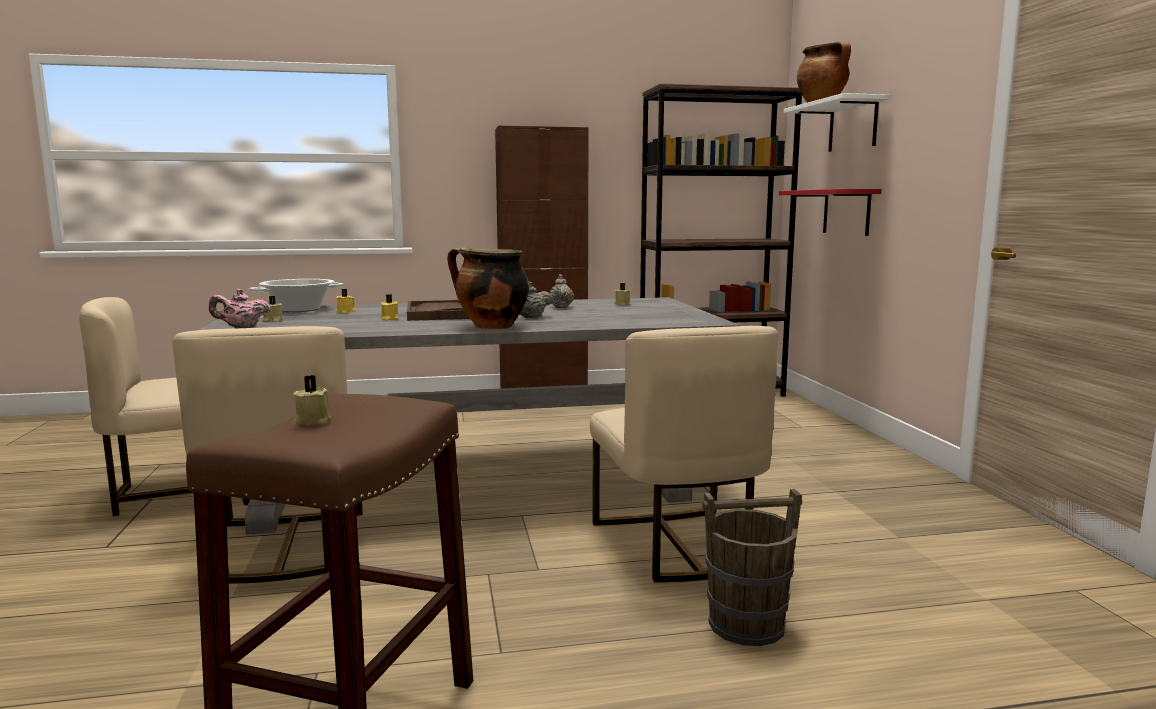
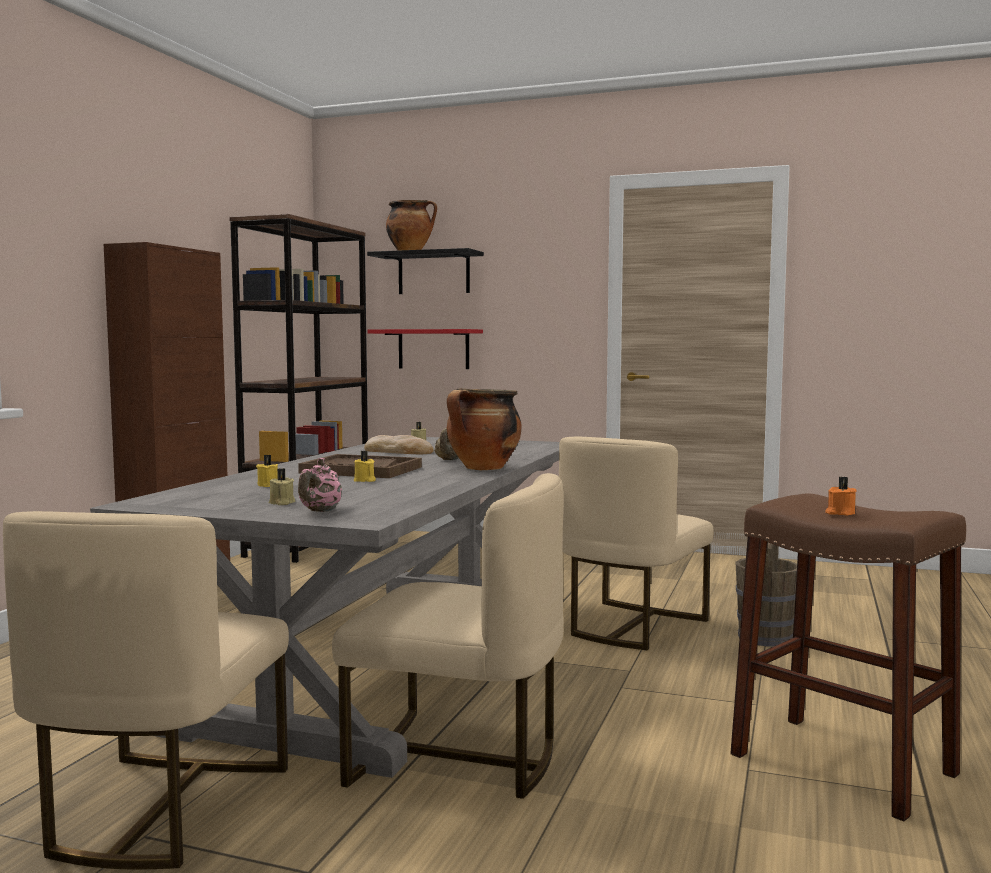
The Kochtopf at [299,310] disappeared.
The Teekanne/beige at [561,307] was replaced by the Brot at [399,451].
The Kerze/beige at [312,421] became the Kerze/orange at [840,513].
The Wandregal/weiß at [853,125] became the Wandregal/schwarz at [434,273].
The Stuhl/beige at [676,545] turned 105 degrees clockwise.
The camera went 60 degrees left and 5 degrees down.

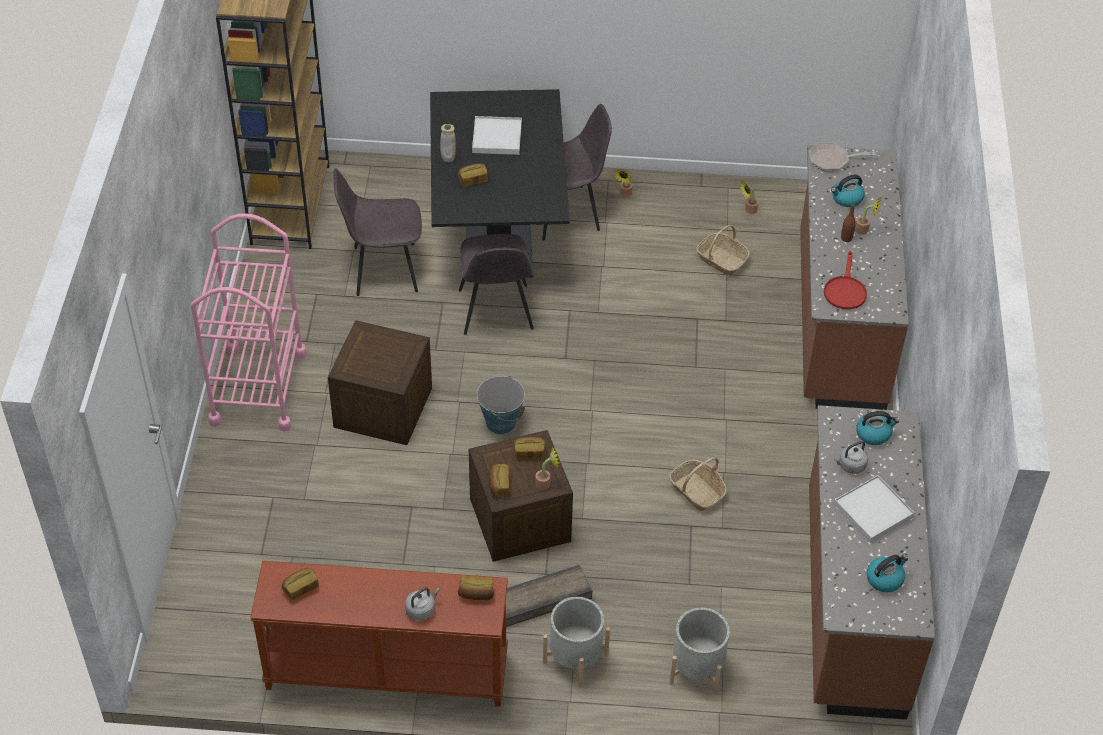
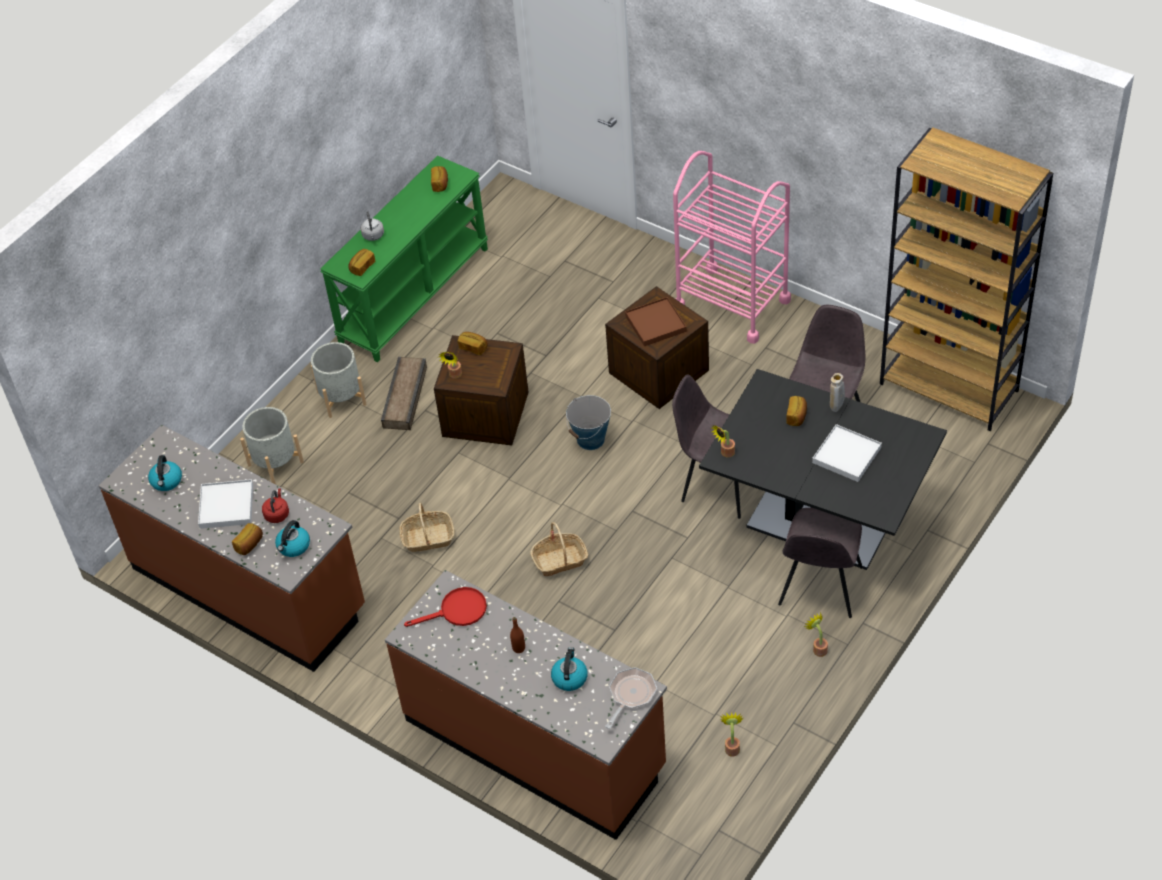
The Tablett/braun at [656,323] appeared.
The Brot moved from [529,453] to [250,545].
The Korb moved from [721,260] to [560,560].
The Topfpflanze moved from [864,230] to [725,453].
The Konsolentisch/braun at [386,672] became the Konsolentisch/grün at [413,294].
The Wasserkessel/grau at [850,466] became the Wasserkessel/rot at [277,514].
The Pfanne/rot at [845,290] turned 120 degrees clockwise.
The camera went 125 degrees right and 0 degrees up.

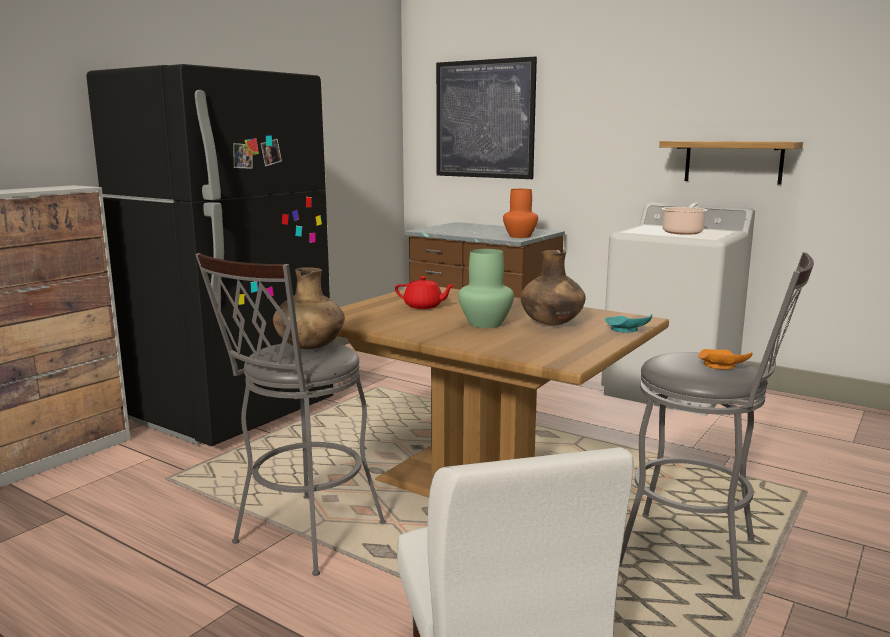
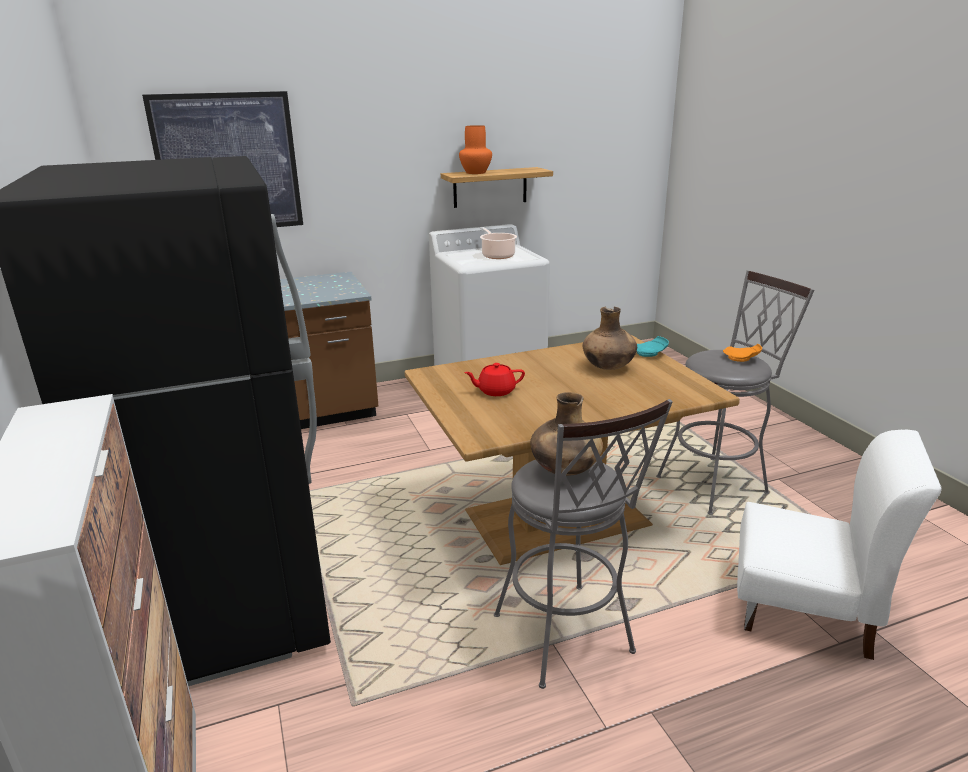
The Vase/grün at [486,323] disappeared.
The Vase/orange moved from [519,236] to [475,172].
The Teekanne/rot at [424,306] turned 150 degrees counterclockwise.
The camera went 55 degrees left and 10 degrees up.

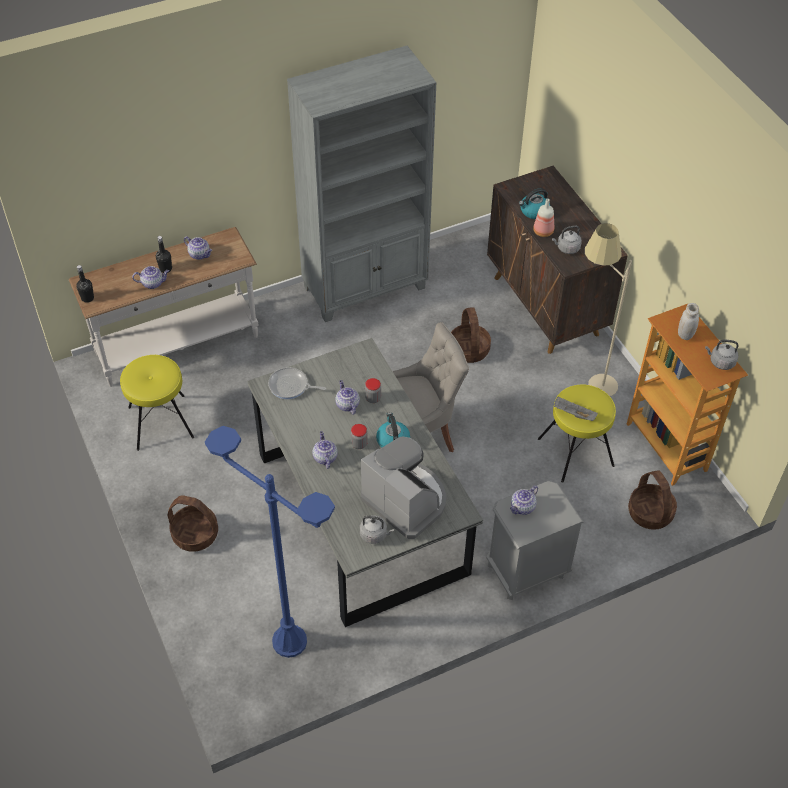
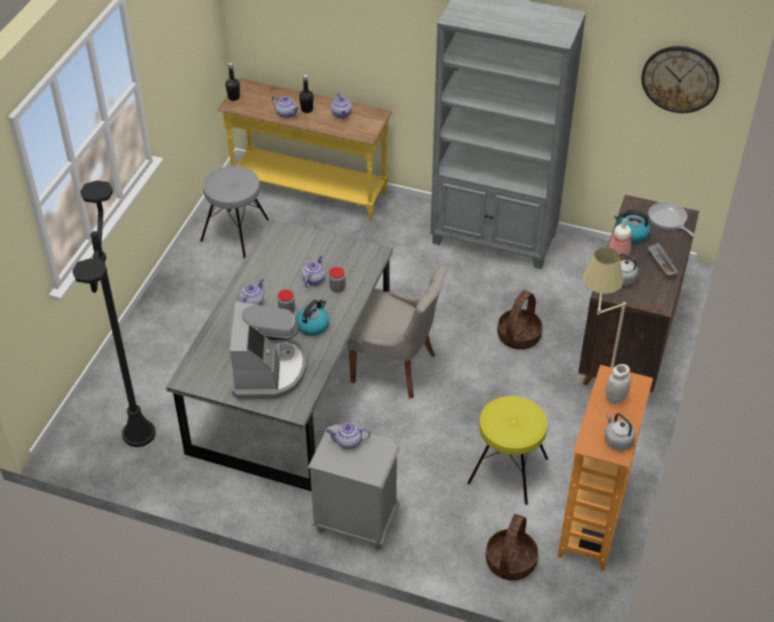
The Korb at [195,534] disappeared.
The Wasserkessel/grau at [375,535] disappeared.
The Wanduhr at [680,79] appeared.
The Pfanne moved from [290,386] to [668,220].
The Tablett/grau moved from [573,414] to [661,265].
The Konsolentisch/weiß at [178,346] became the Konsolentisch/gelb at [309,192].
The Hocker/gelb at [160,422] became the Hocker/grau at [236,233].
The Stehlampe/blau at [289,641] became the Stehlampe/schwarz at [139,434].
The camera went 45 degrees right and 5 degrees down.

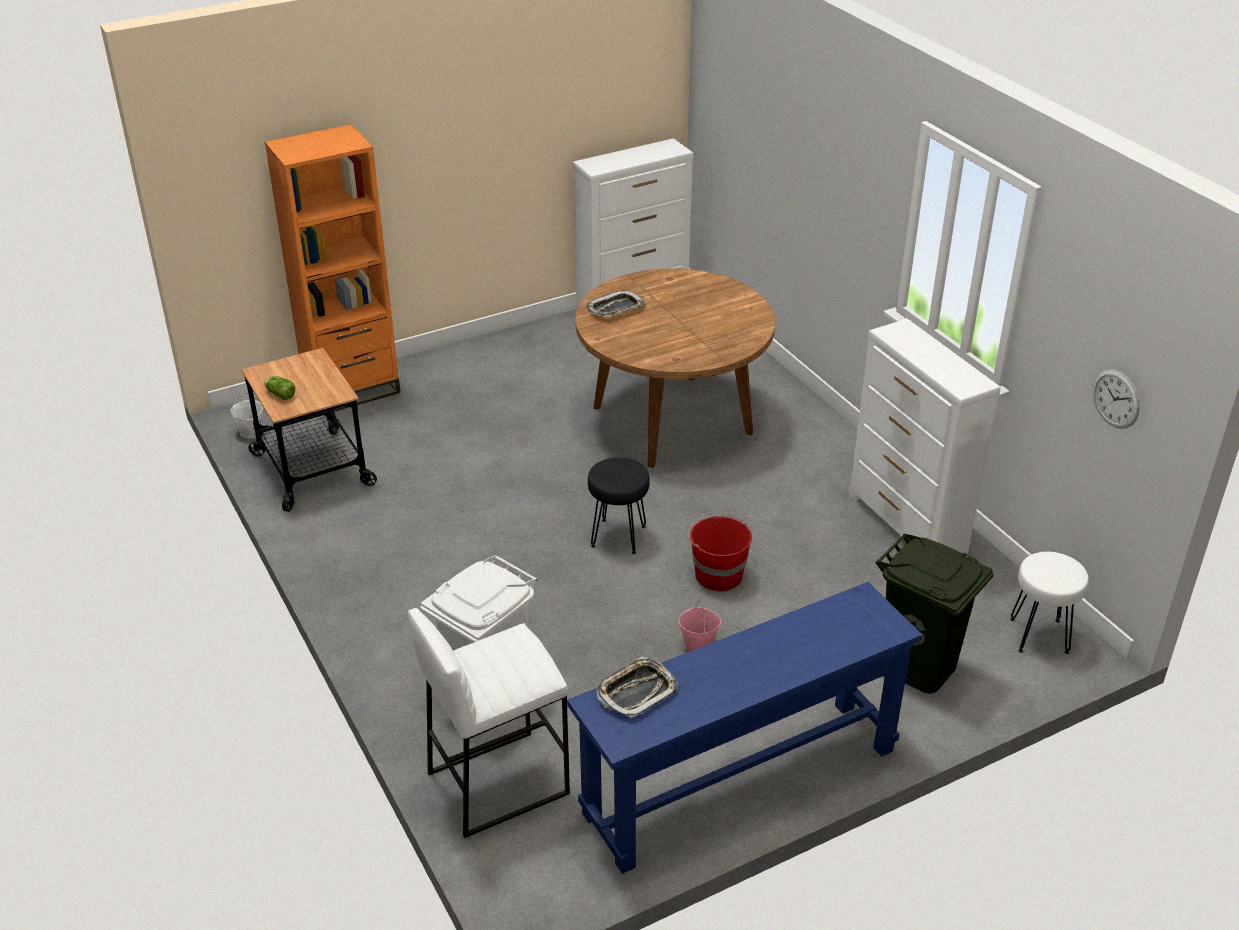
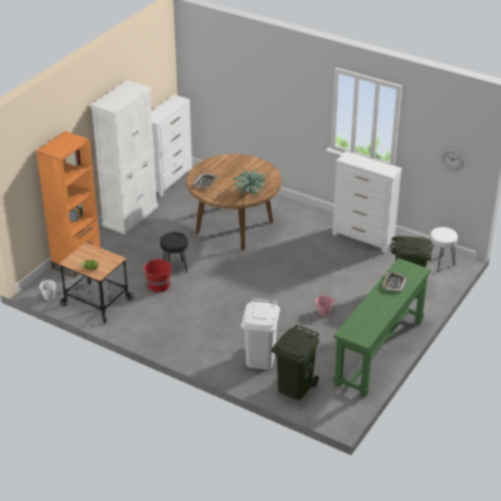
The Schrank/weiß at [130,216] appeared.
The Topfpflanze at [250,193] appeared.
The Hocker/schwarz moved from [619,536] to [175,268].
The Tablett moved from [637,692] to [394,283].
The Eimer/rot moved from [717,575] to [158,285].
The Hocker/weiß at [497,782] was replaced by the Mülleimer/grün at [294,387].
The Konsolentisch/blau at [740,781] became the Konsolentisch/grün at [379,352].
The camera went 30 degrees left and 0 degrees up.

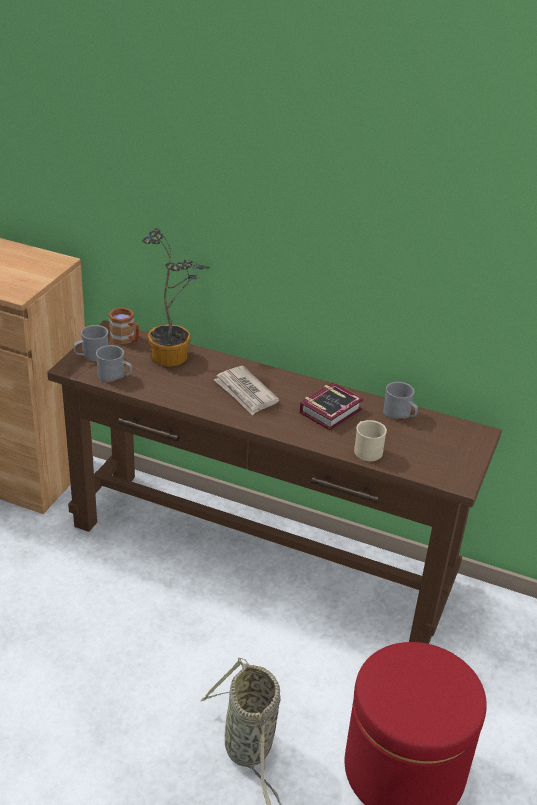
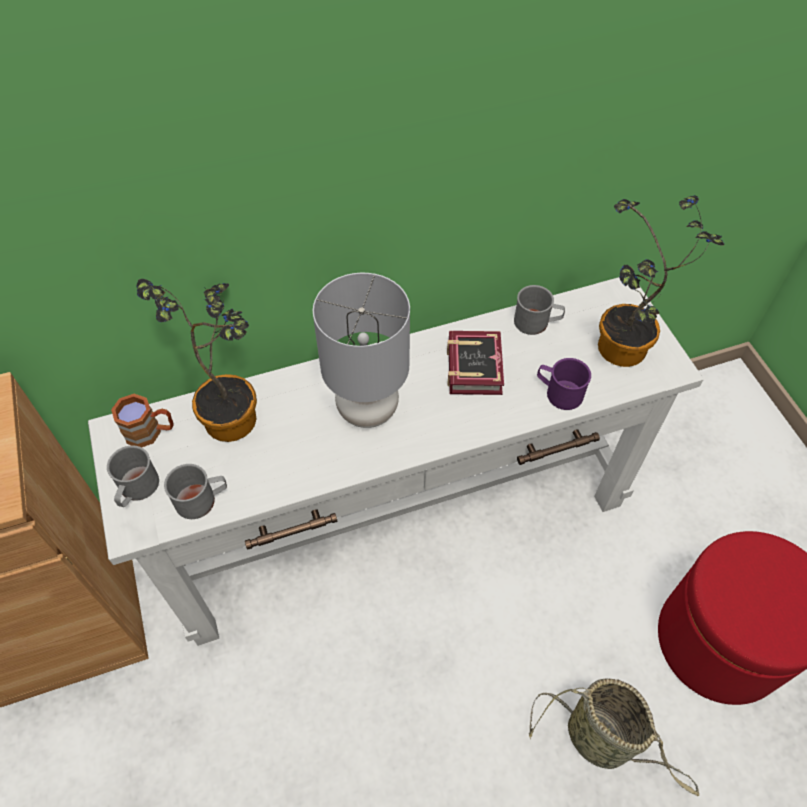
The Topfpflanze at [619,354] appeared.
The Zeitung at [245,393] was replaced by the Tischlampe/grau at [368,409].
The Konsolentisch/braun at [260,553] became the Konsolentisch/weiß at [401,523].
The Henkelbecher/beige at [366,449] became the Henkelbecher/lila at [558,392].
The camera went 40 degrees left and 20 degrees up.

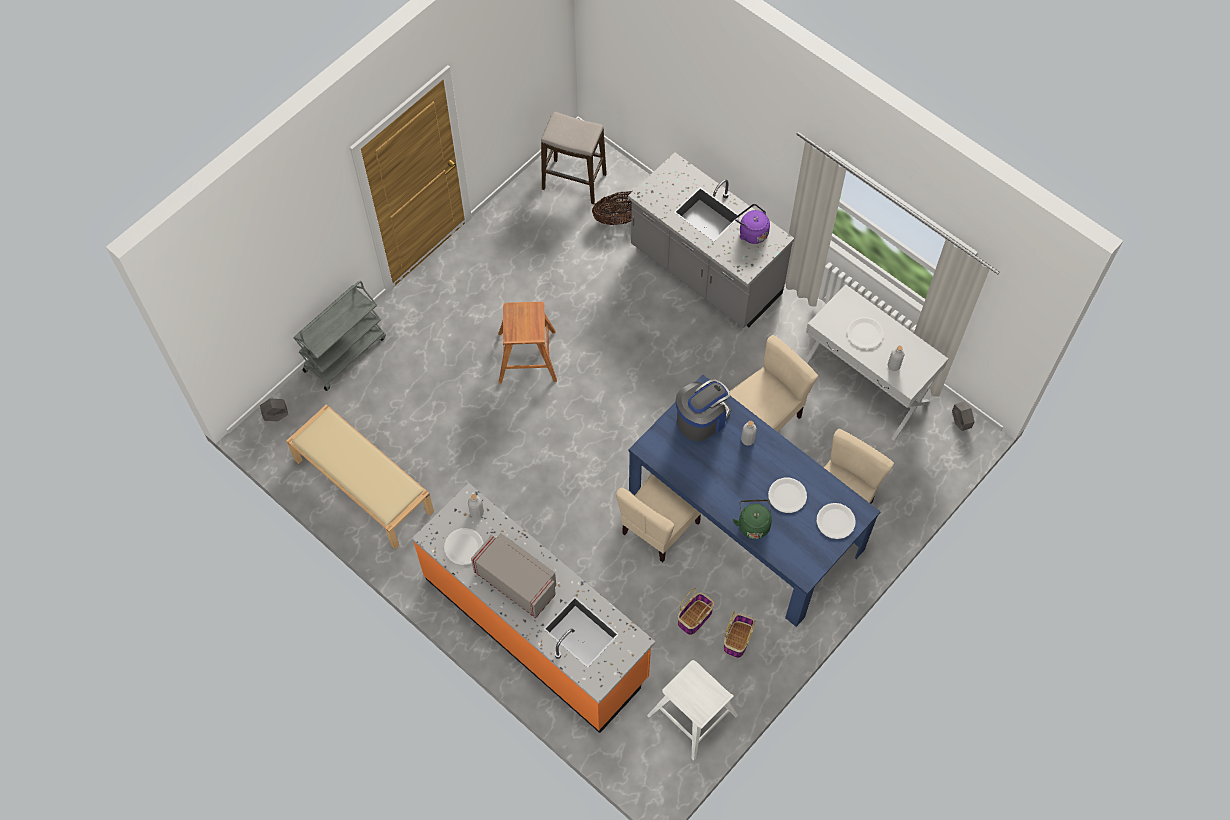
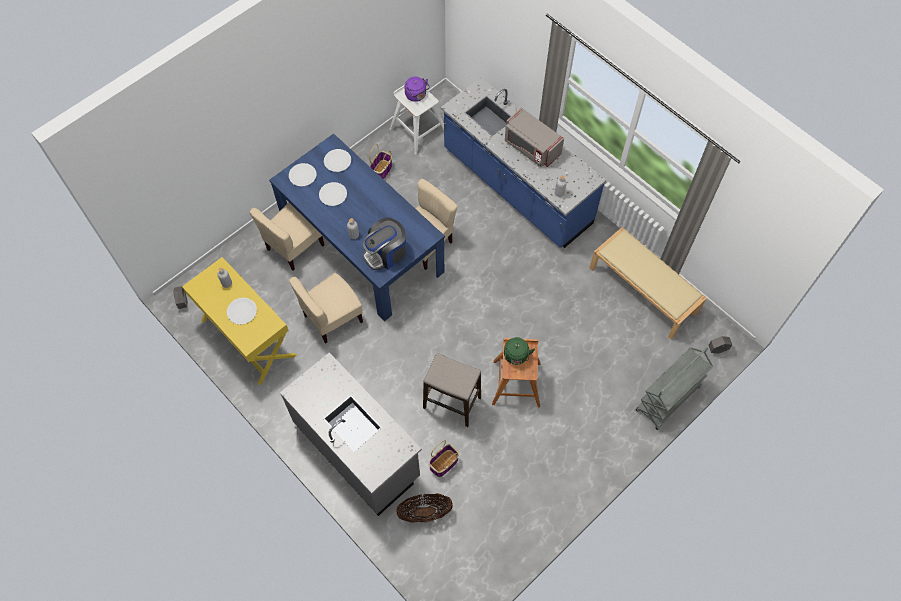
The Teller/weiß moved from [464,547] to [337,161].
The Hocker moved from [574,181] to [452,403].
The Korb moved from [695,617] to [443,464].
The Wasserkessel/grün moved from [753,524] to [516,357].
The Wasserkessel/lila moved from [751,232] to [416,96].
The Küchenzeile/orange at [536,627] became the Küchenzeile/blau at [516,187].
The Konsolentisch/weiß at [864,385] became the Konsolentisch/gelb at [248,338].
The camera went 175 degrees left and 0 degrees up.

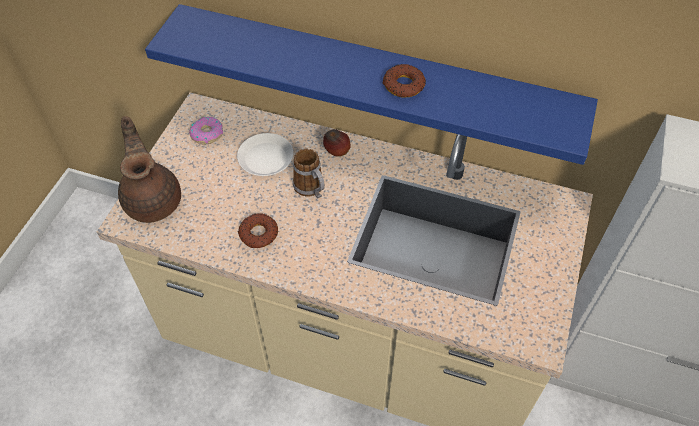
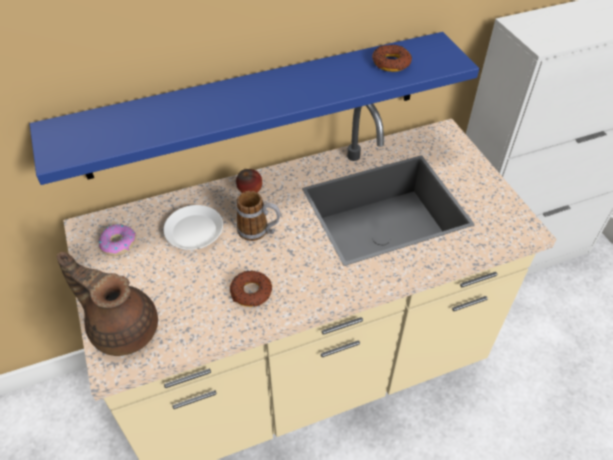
The Donut moved from [403,85] to [391,63].
The camera went 40 degrees left and 5 degrees down.

